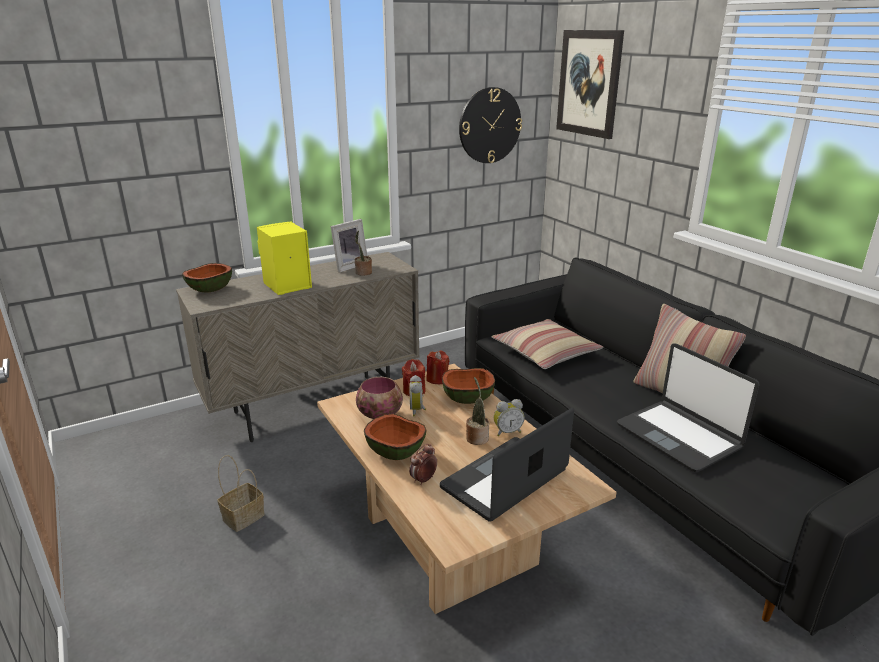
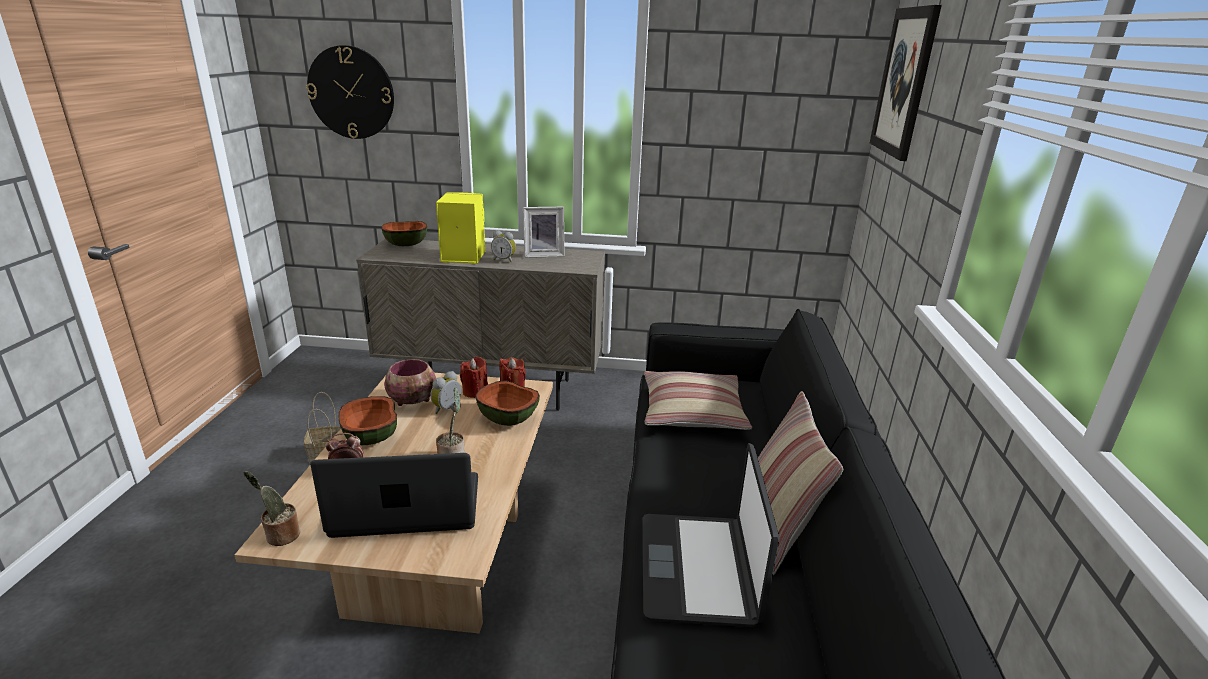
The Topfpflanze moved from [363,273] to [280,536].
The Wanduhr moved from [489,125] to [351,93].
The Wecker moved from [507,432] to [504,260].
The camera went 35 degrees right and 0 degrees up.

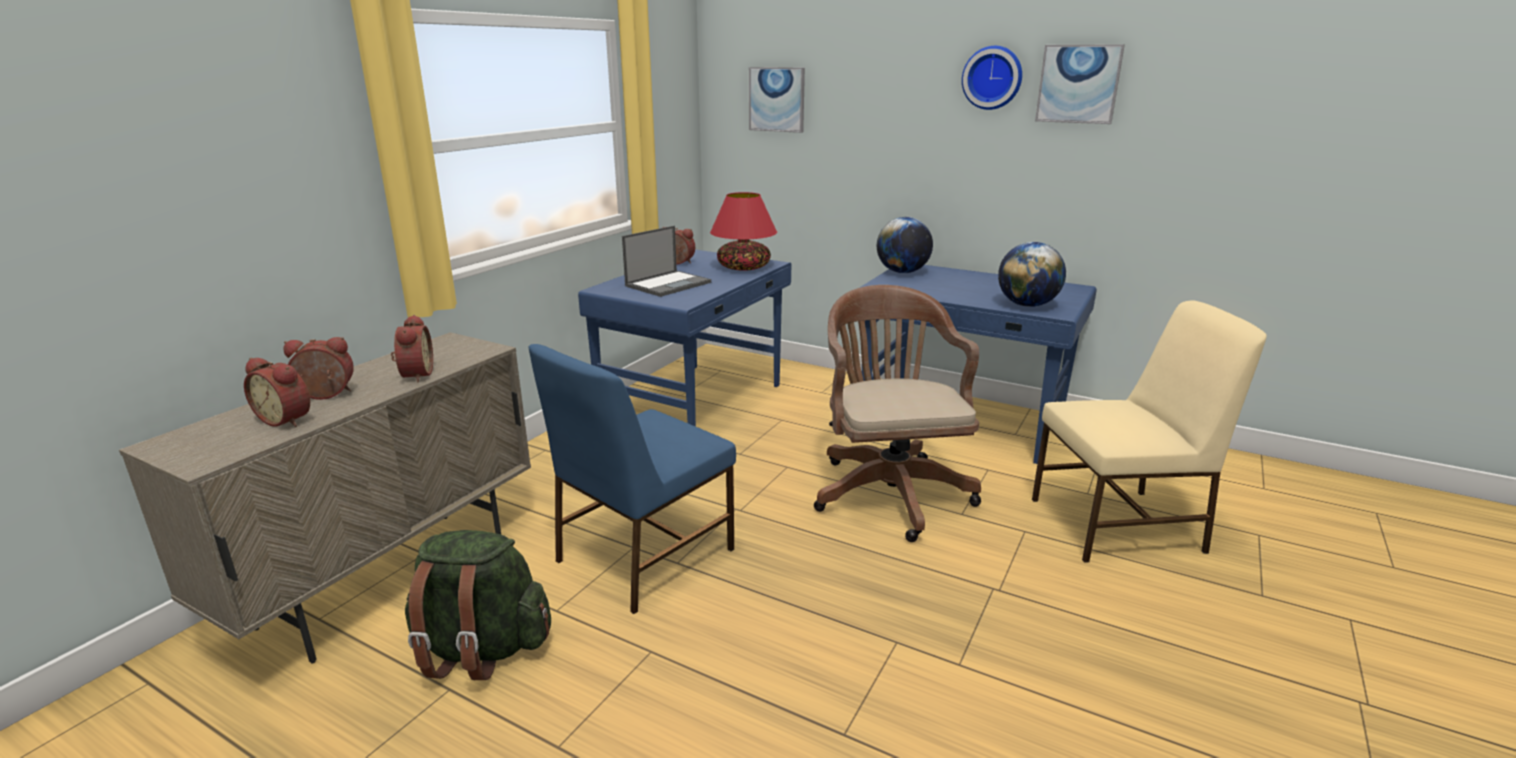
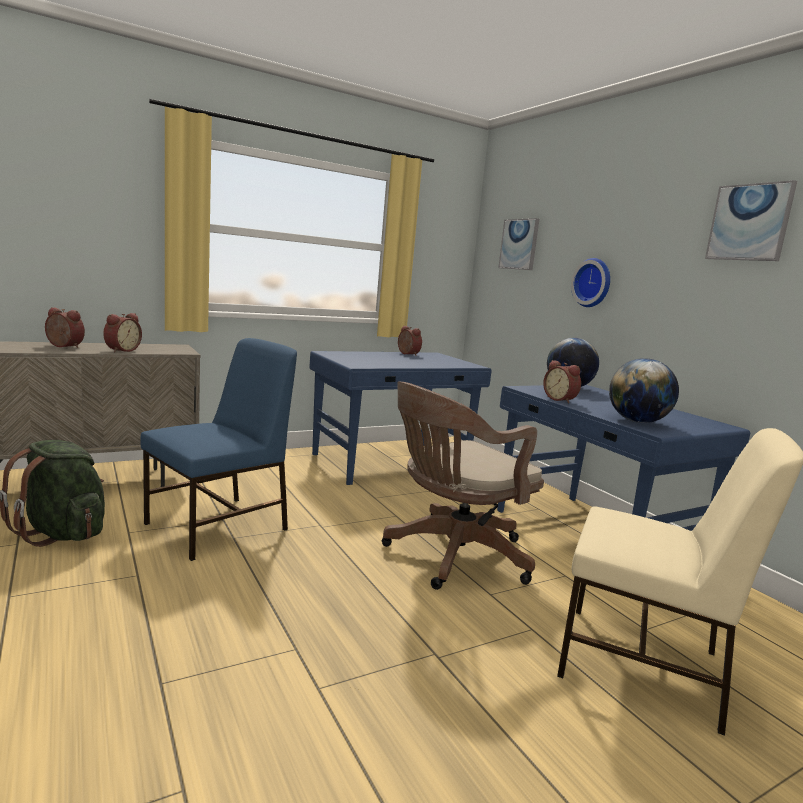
The Laptop at [668,284] disappeared.
The Tischlampe/rot at [743,268] disappeared.
The Wecker moved from [287,419] to [560,400].
The Wanduhr moved from [992,78] to [593,283].
The Stuhl/blau at [642,556] turned 150 degrees clockwise.
The Bürostuhl/braun at [889,490] turned 150 degrees counterclockwise.
The camera went 30 degrees right and 10 degrees down.

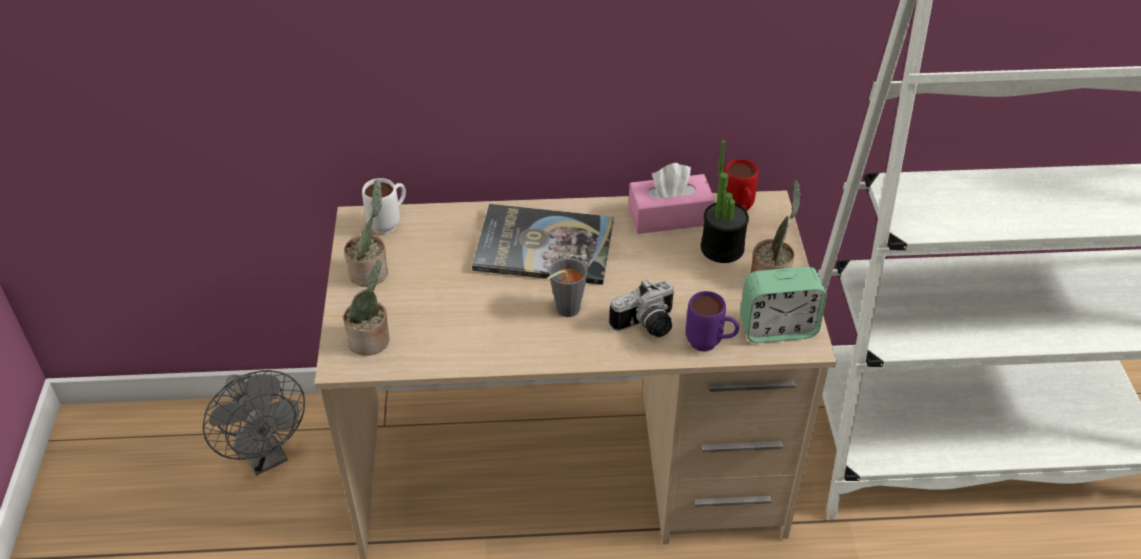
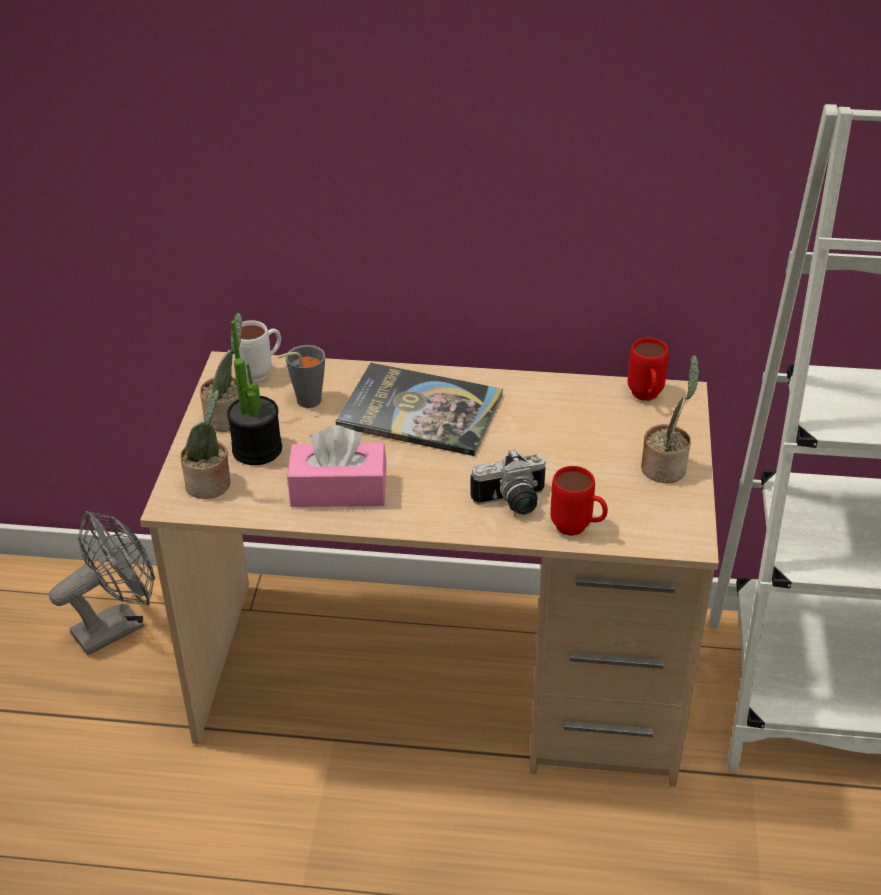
The Wecker at [777,328] disappeared.
The Tasse/grau moved from [563,311] to [303,402].
The Taschentuchbox/rosa moved from [669,216] to [338,490].
The Topfpflanze moved from [722,248] to [257,449].
The Henkelbecher/lila at [710,345] became the Henkelbecher/rot at [578,529].
The Ventilator/grau at [266,456] turned 105 degrees counterclockwise.
The camera went 10 degrees right and 5 degrees down.

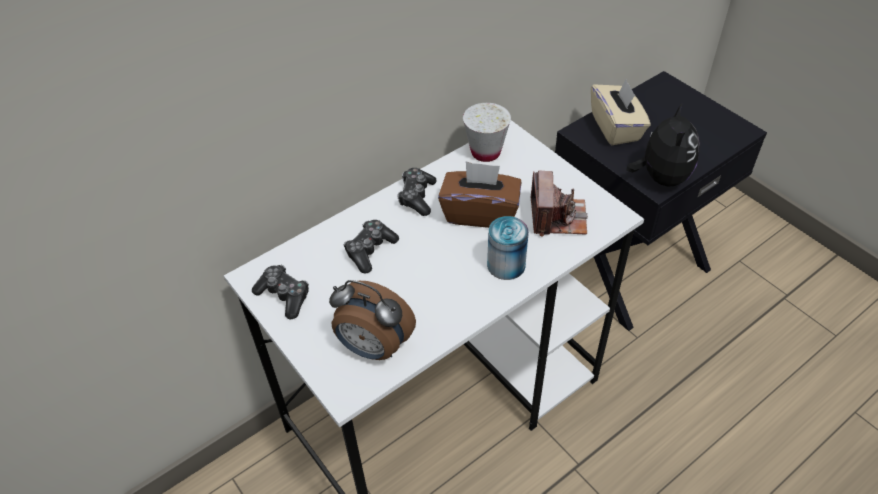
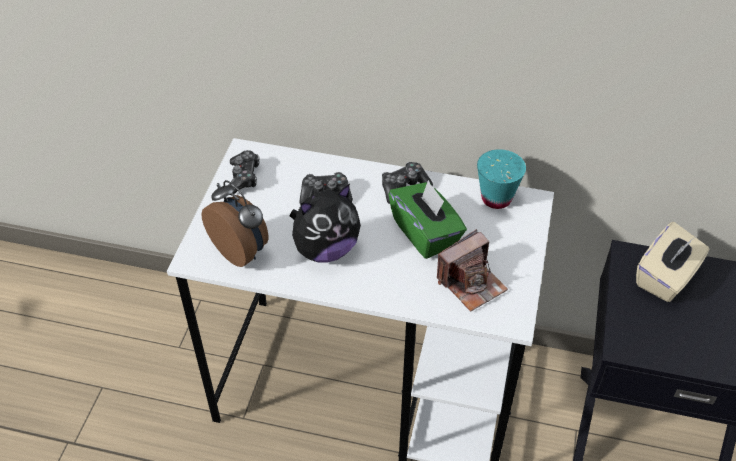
The Dose at [506,265] disappeared.
The Plüschtier moved from [661,177] to [325,249].
The Taschentuchbox/braun at [480,213] became the Taschentuchbox/grün at [426,233].
The Tasse/weiß at [485,152] became the Tasse/türkis at [496,198].
The Wecker at [373,347] turned 150 degrees clockwise.
The camera went 50 degrees right and 0 degrees up.

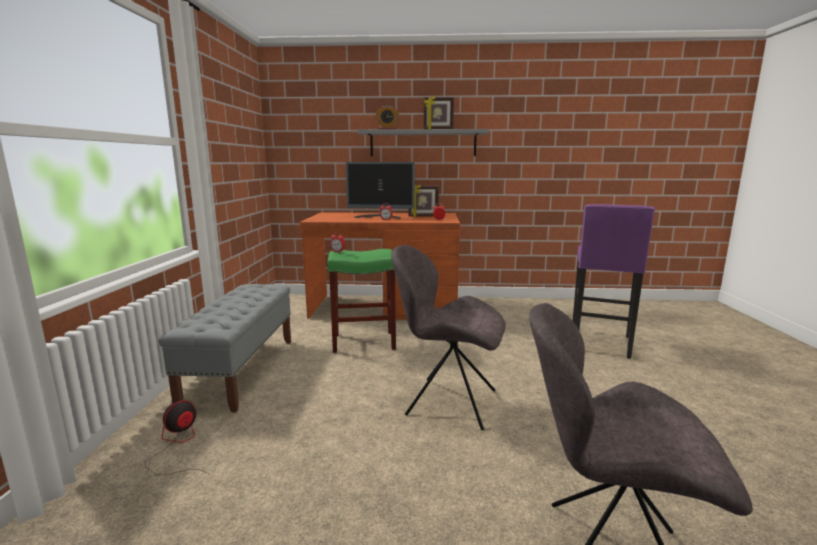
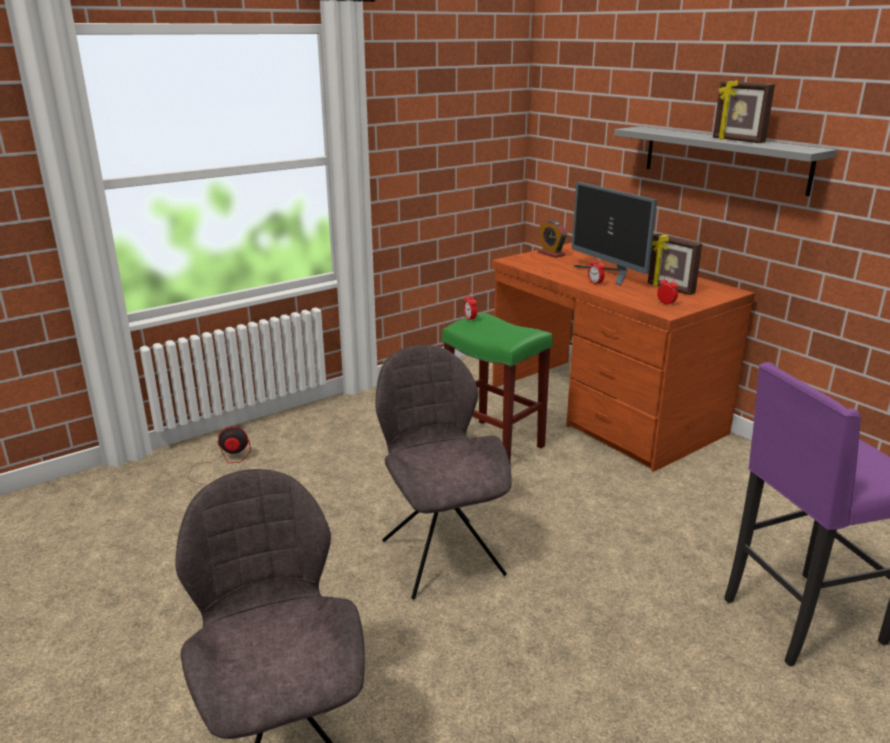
The Bank/grau at [241,370] disappeared.
The Wecker moved from [387,129] to [551,254].
The camera went 50 degrees right and 10 degrees up.

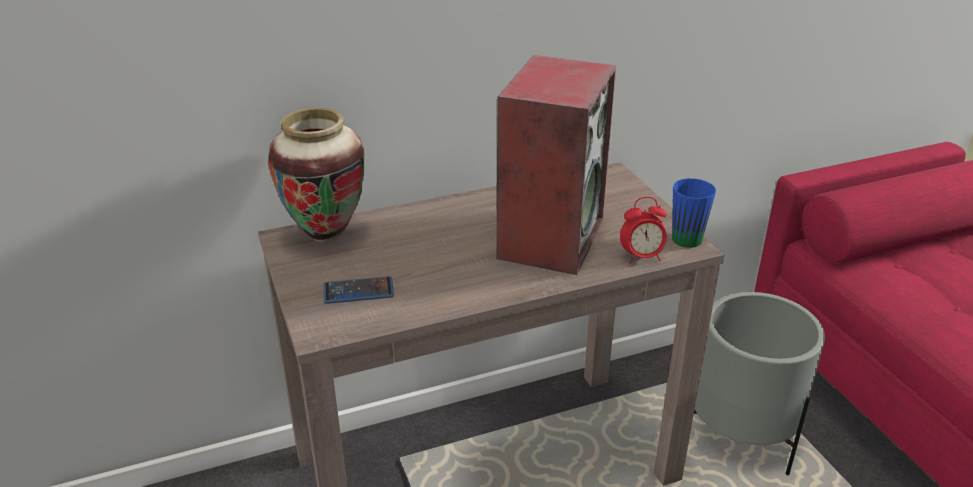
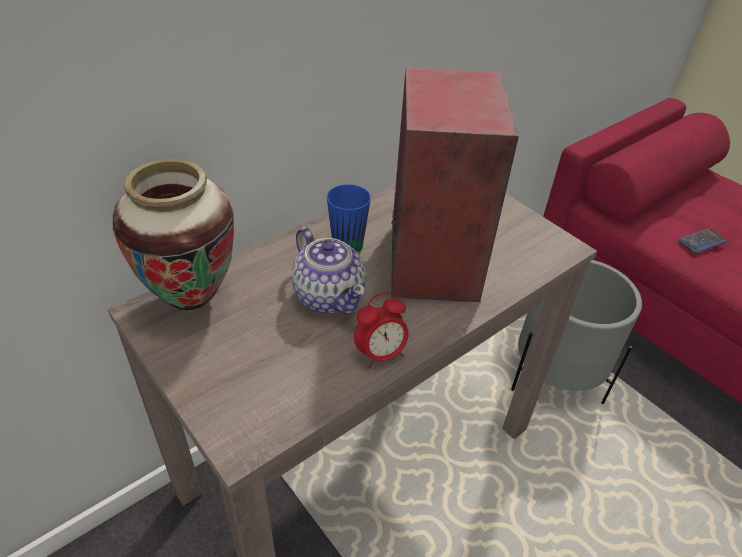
The Teekanne at [329,295] appeared.
The Handy moved from [358,291] to [701,241].
The Wecker moved from [641,257] to [380,354].
The Henkelbecher/blau moved from [687,235] to [347,240].
The camera went 20 degrees left and 10 degrees up.

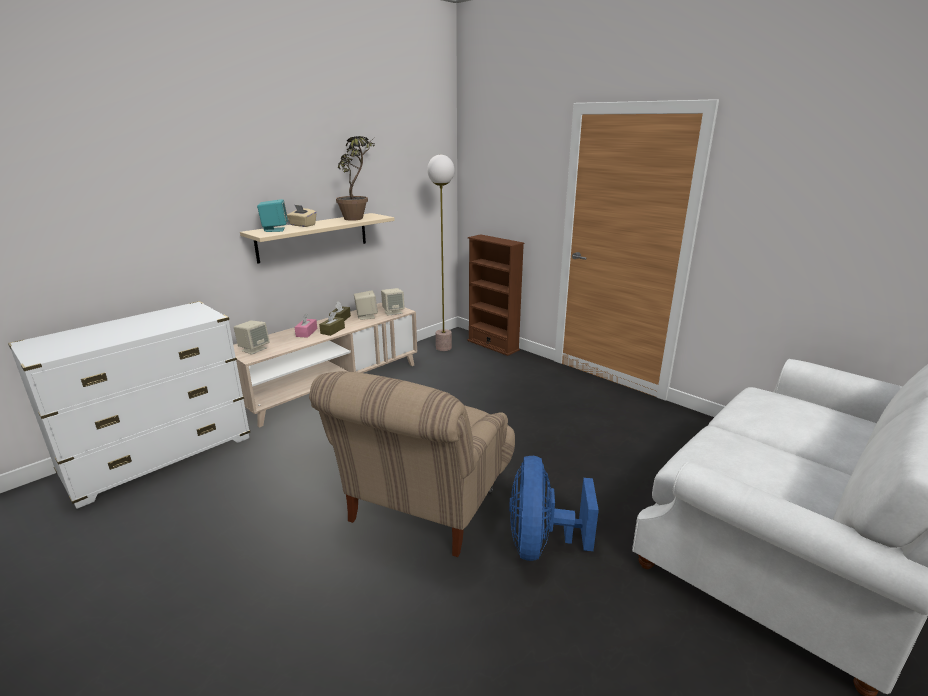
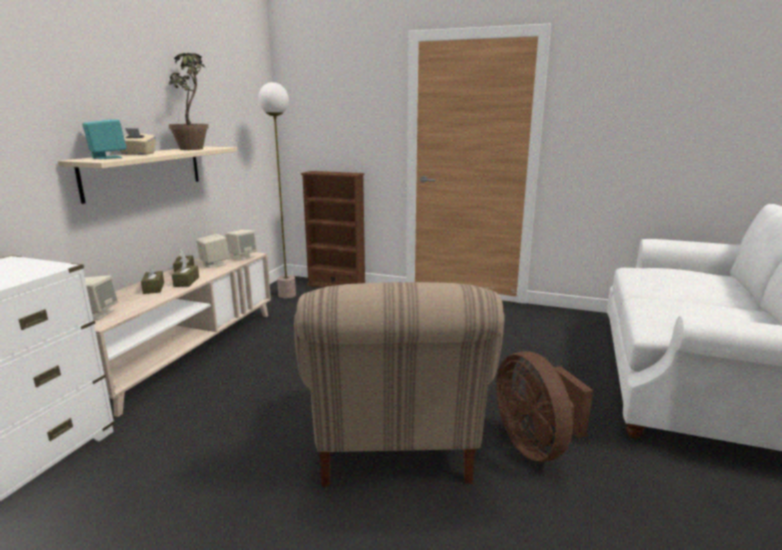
The Taschentuchbox/rosa at [306,332] became the Taschentuchbox/braun at [153,288].
The Ventilator/blau at [541,543] became the Ventilator/braun at [536,445].
The camera went 25 degrees left and 5 degrees down.

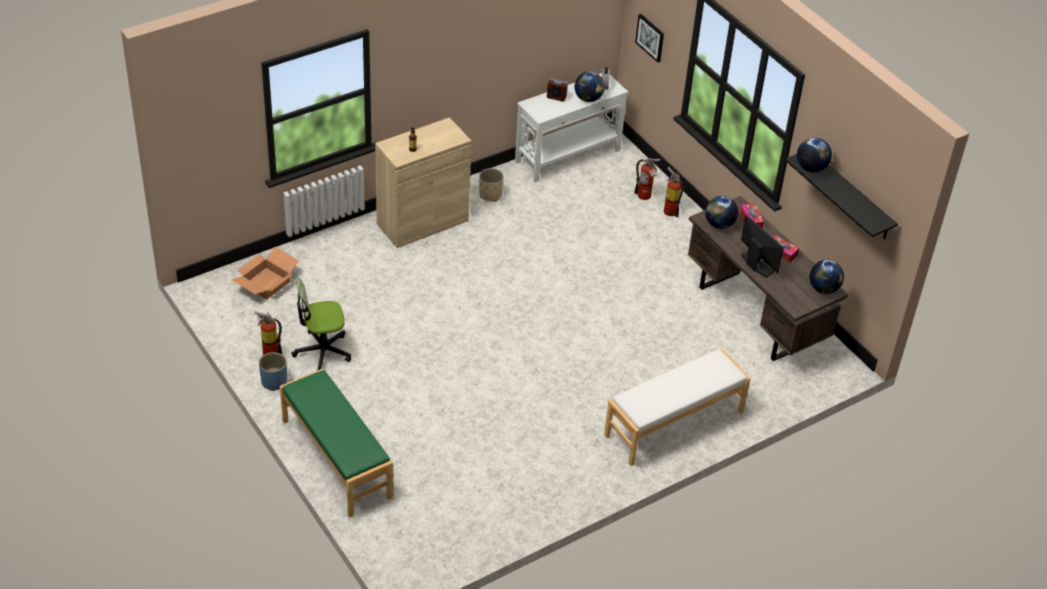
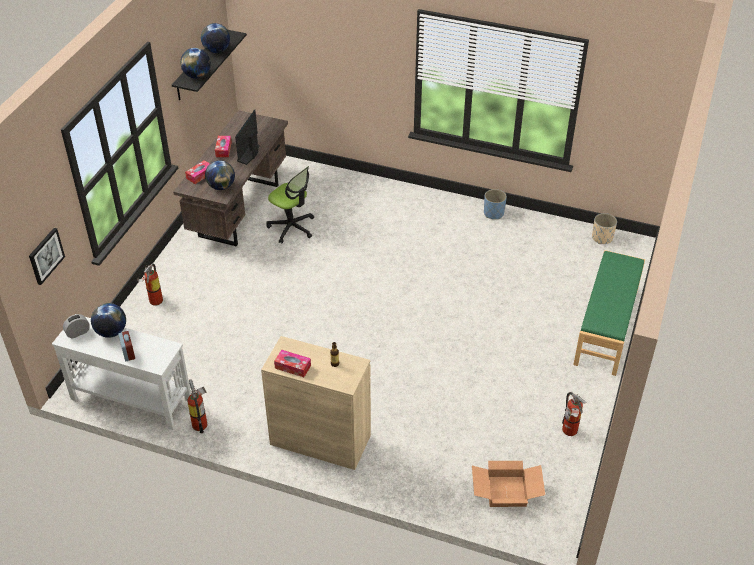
The Bank/weiß at [674,424] disappeared.
The Taschentuchbox at [293,367] appeared.
The Pflanzkübel/blau moved from [274,381] to [493,213].
The Bürostuhl moved from [322,351] to [292,227].
The Pflanzkübel/beige moved from [490,195] to [602,238].
The Feuerlöscher moved from [645,196] to [200,423].
The Globus moved from [823,289] to [216,51].
The camera went 125 degrees left and 0 degrees up.

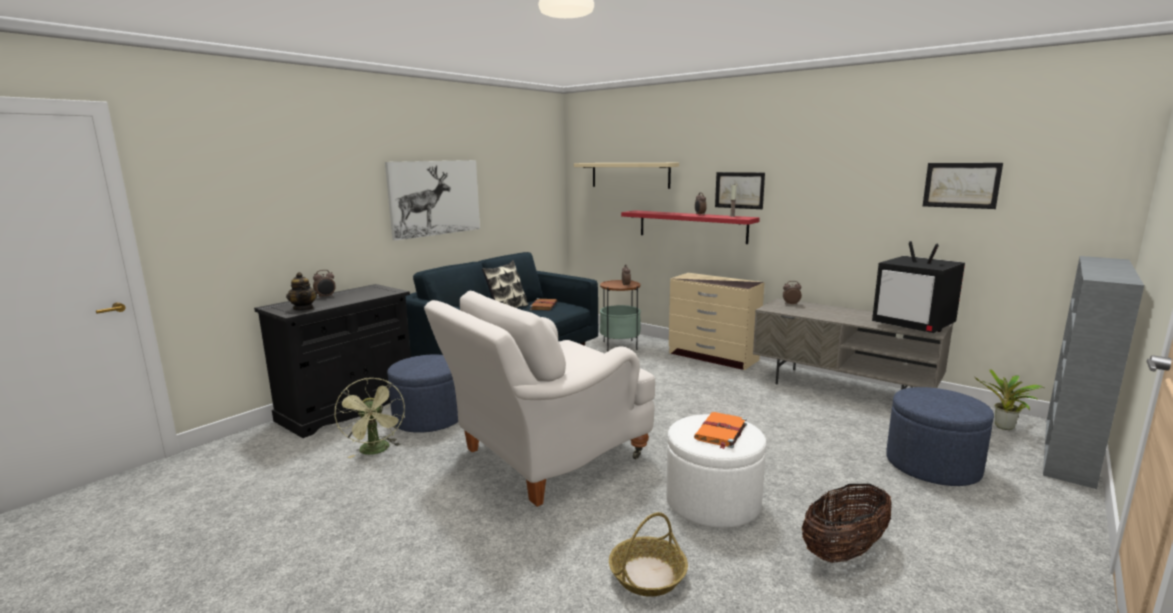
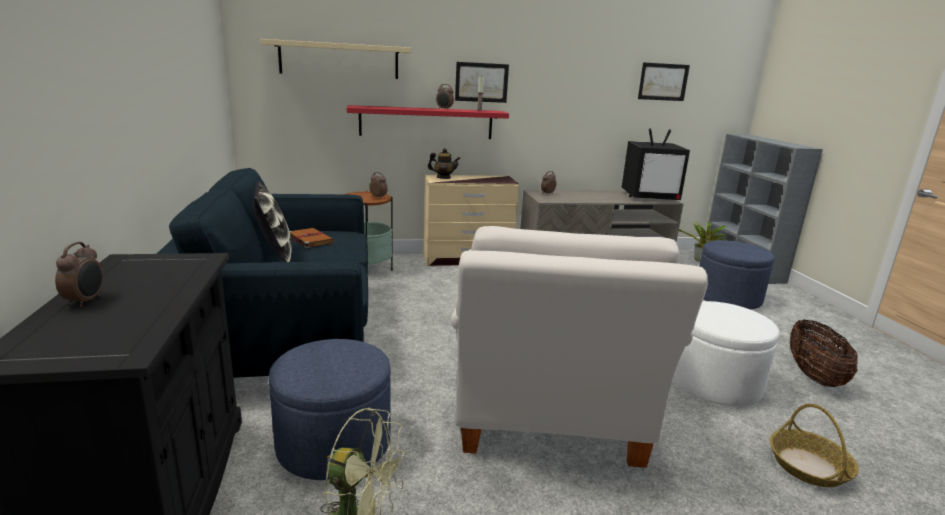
The Bild at [435,198] disappeared.
The Buch/orange at [720,432] disappeared.
The Teekanne moved from [304,308] to [443,178].
The camera went 50 degrees left and 5 degrees up.

